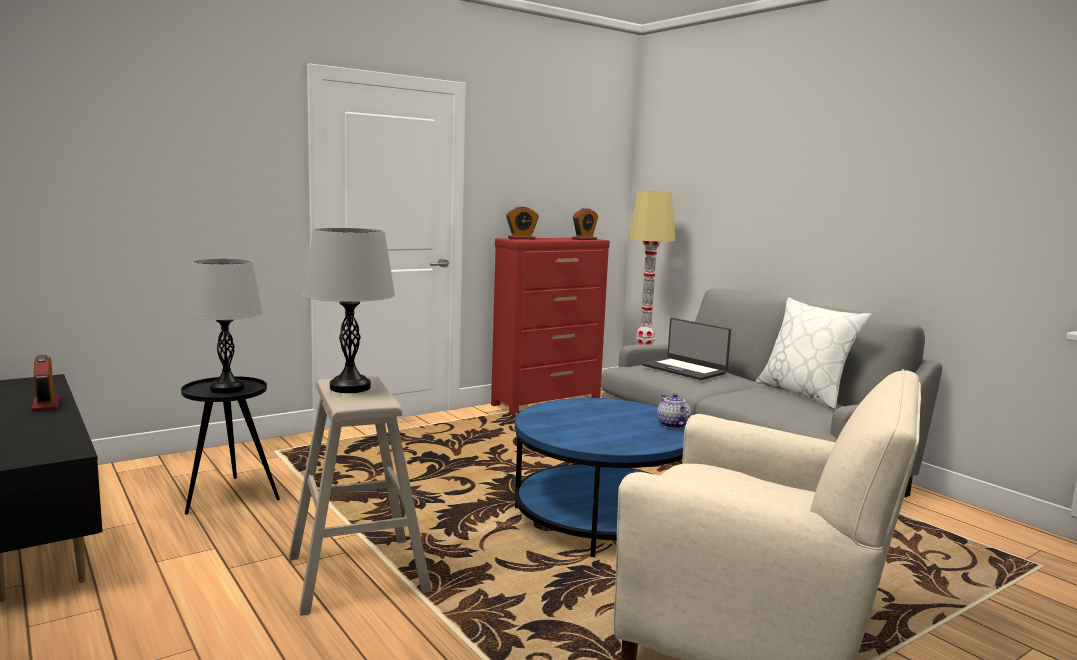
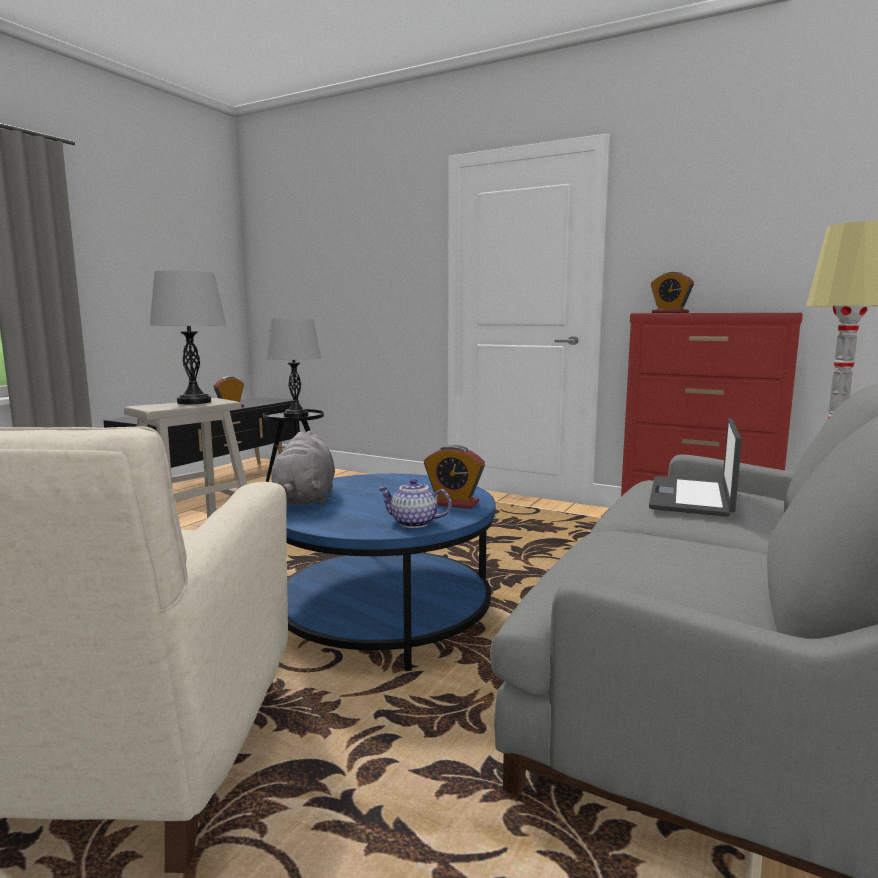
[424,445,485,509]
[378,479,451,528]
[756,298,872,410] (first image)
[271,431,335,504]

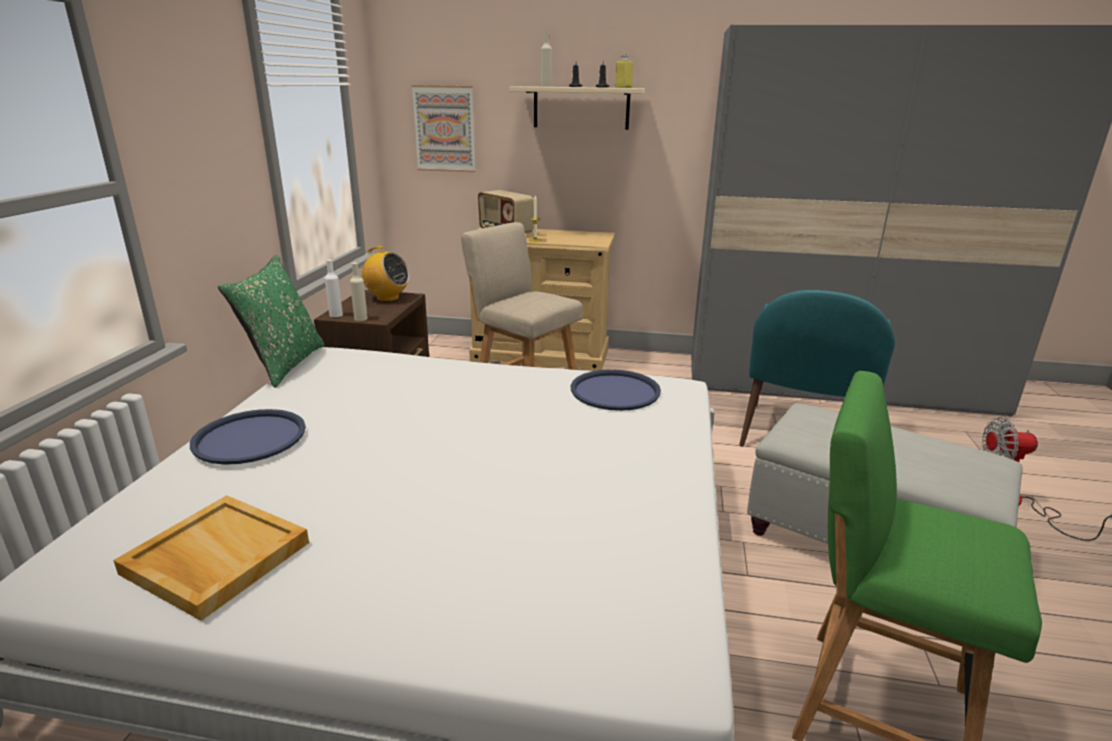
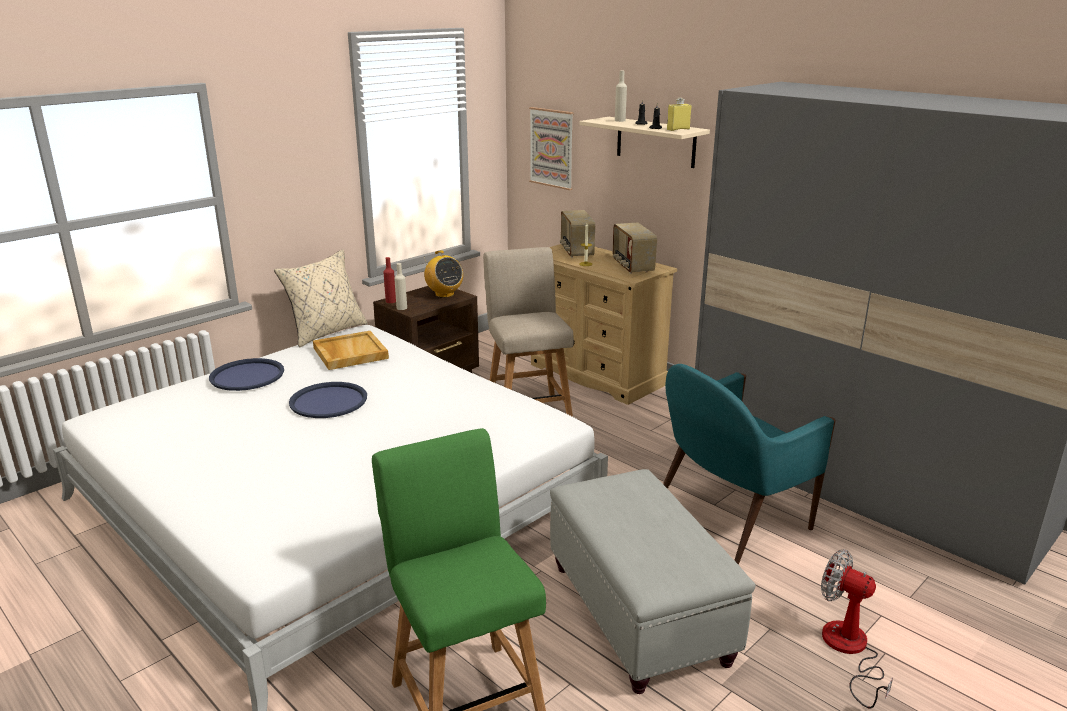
[313,331,389,370]
[274,249,368,347]
[384,257,396,303]
[289,382,367,418]
[613,222,657,274]

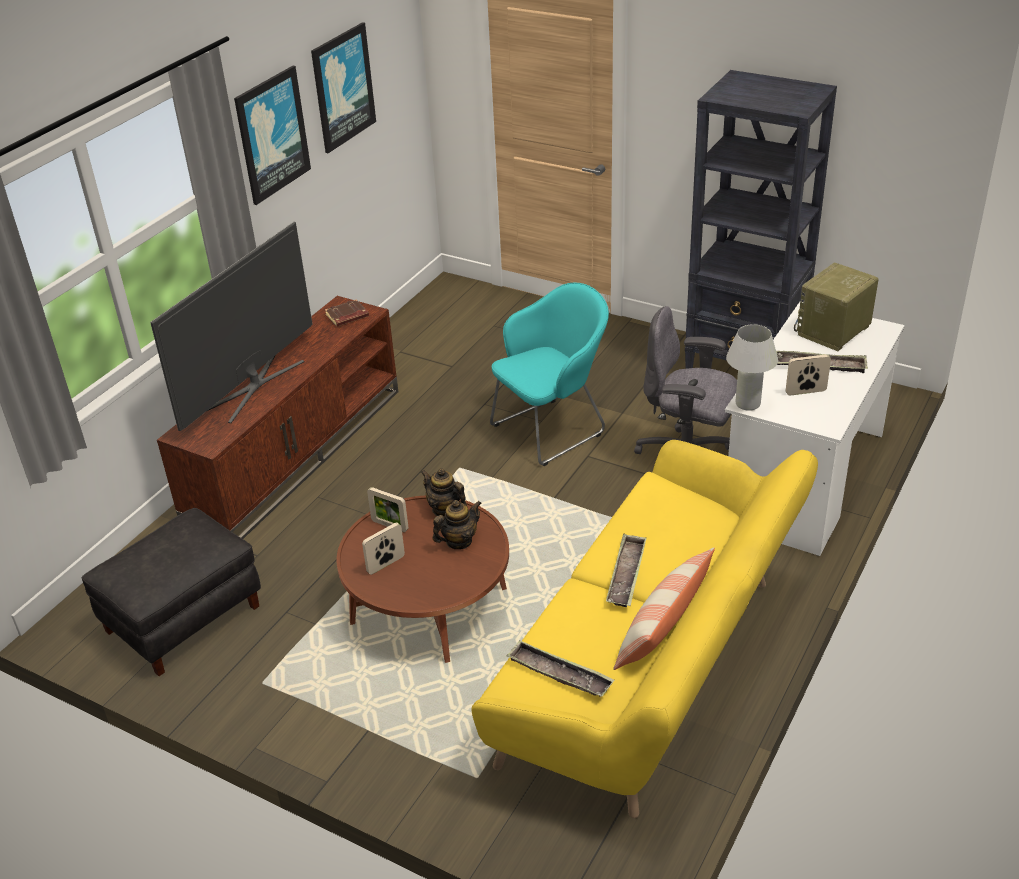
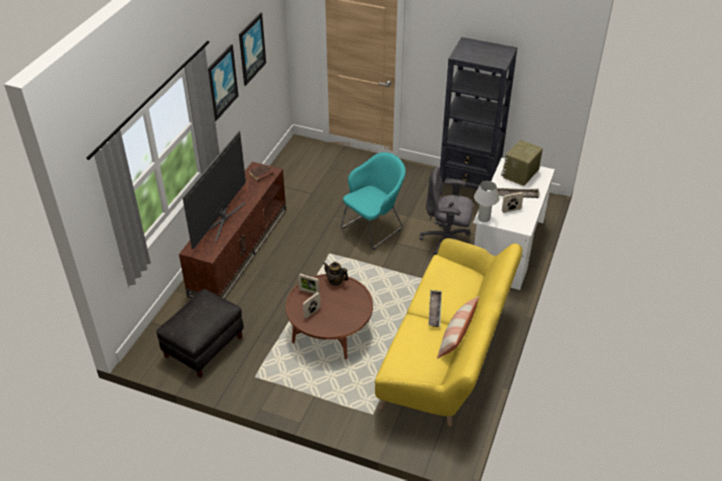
[432,500,482,549] (first image)
[506,640,614,697] (first image)

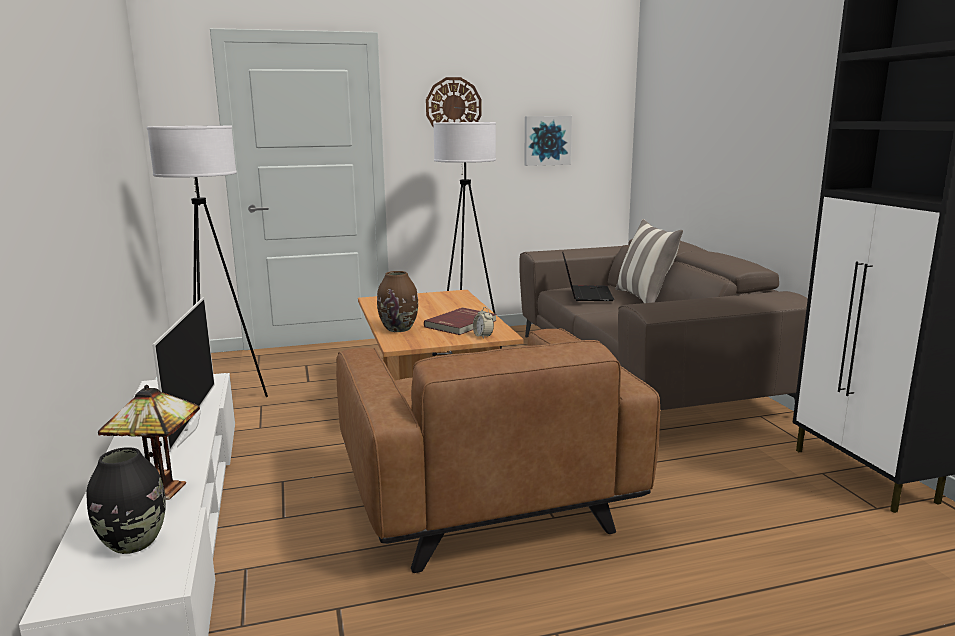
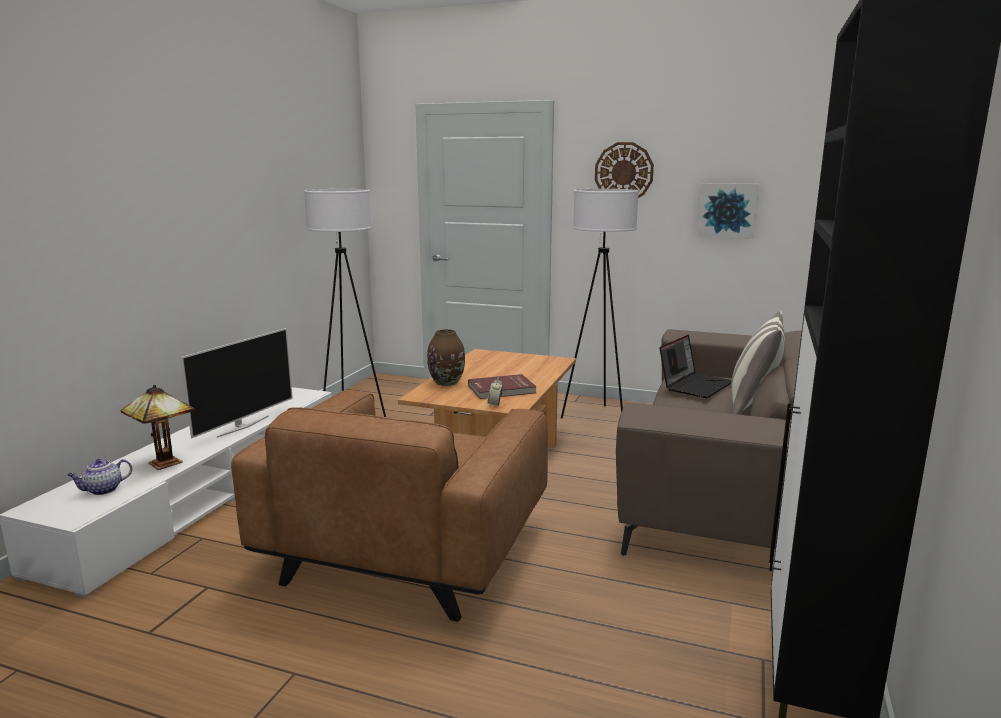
[67,459,132,495]

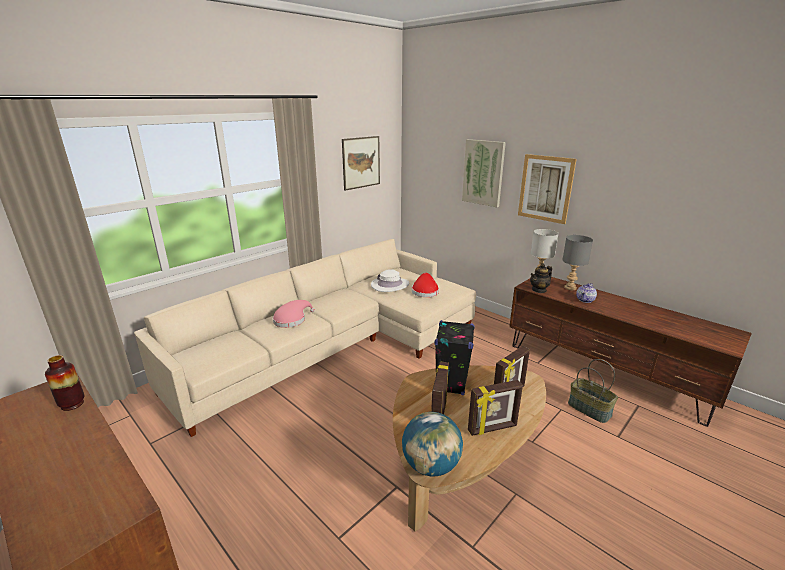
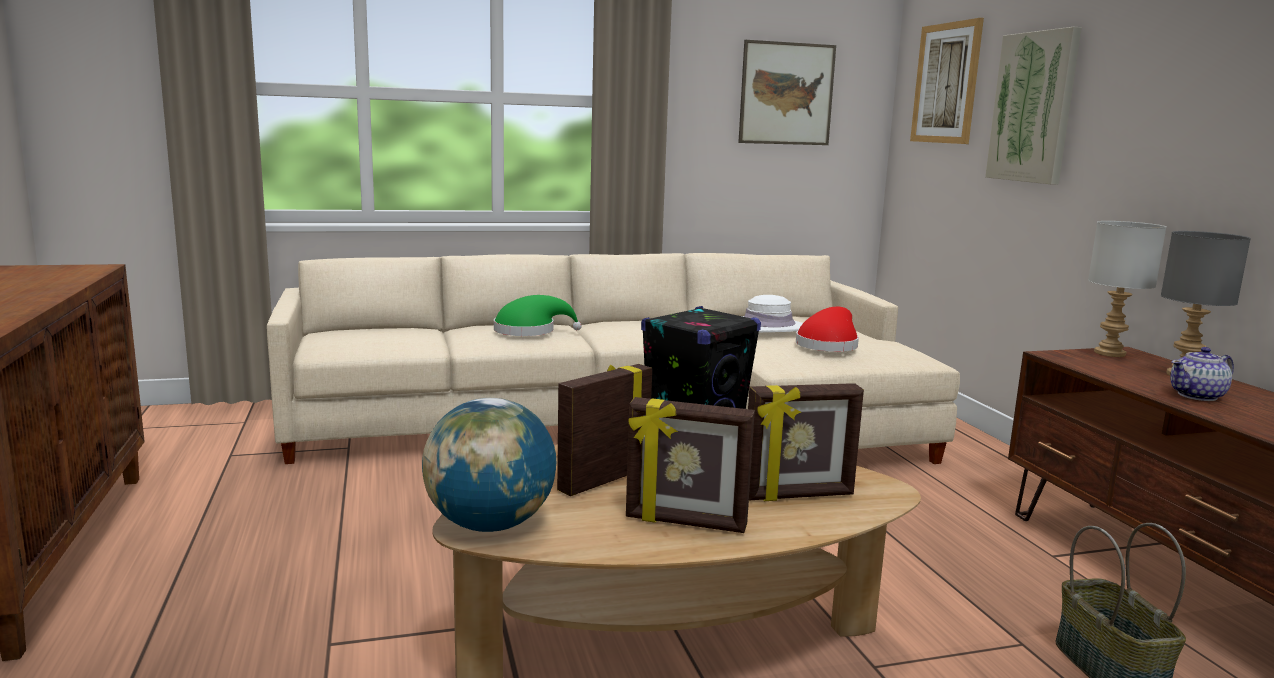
[45,355,84,411] (first image)
[494,295,582,336]
[910,18,984,144]
[530,263,552,293] (first image)

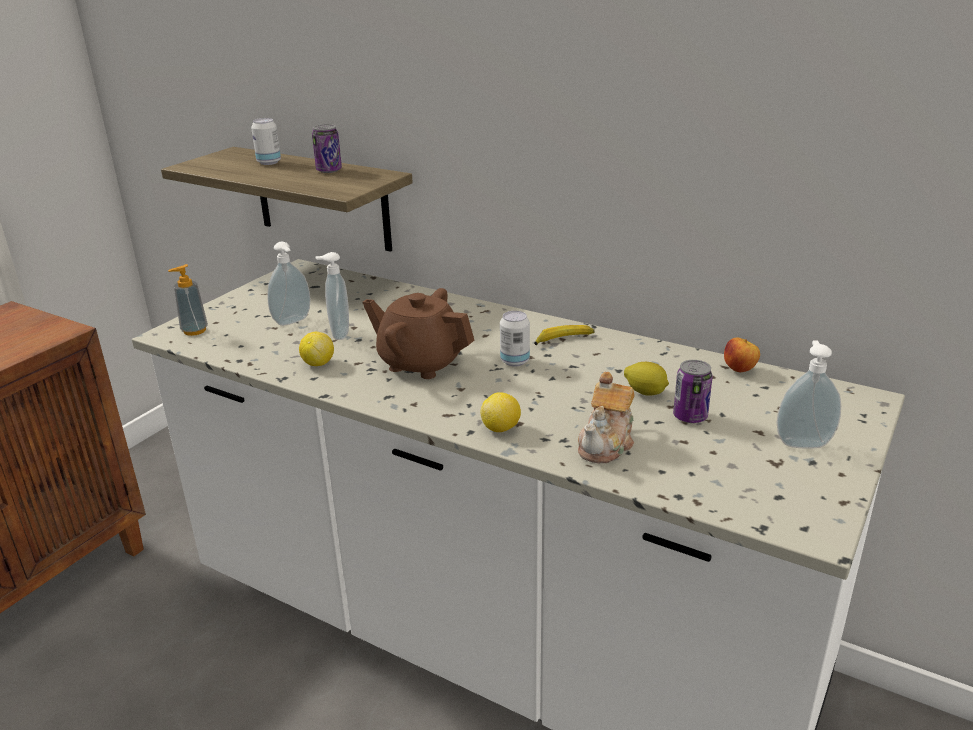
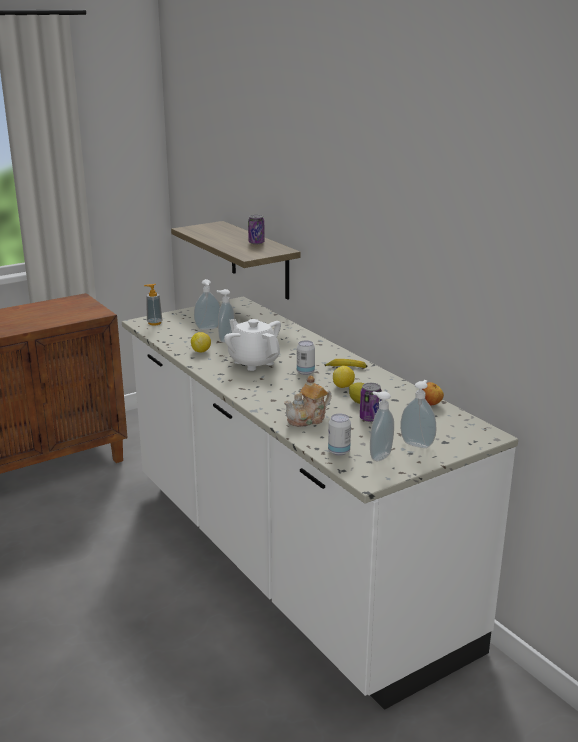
[328,414,351,456]
[224,319,281,371]
[333,366,355,388]
[370,391,394,461]

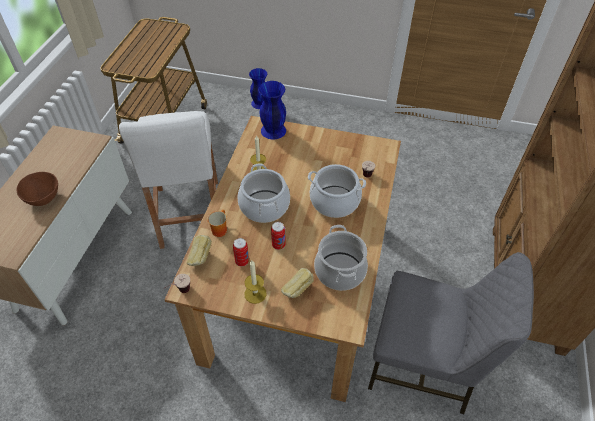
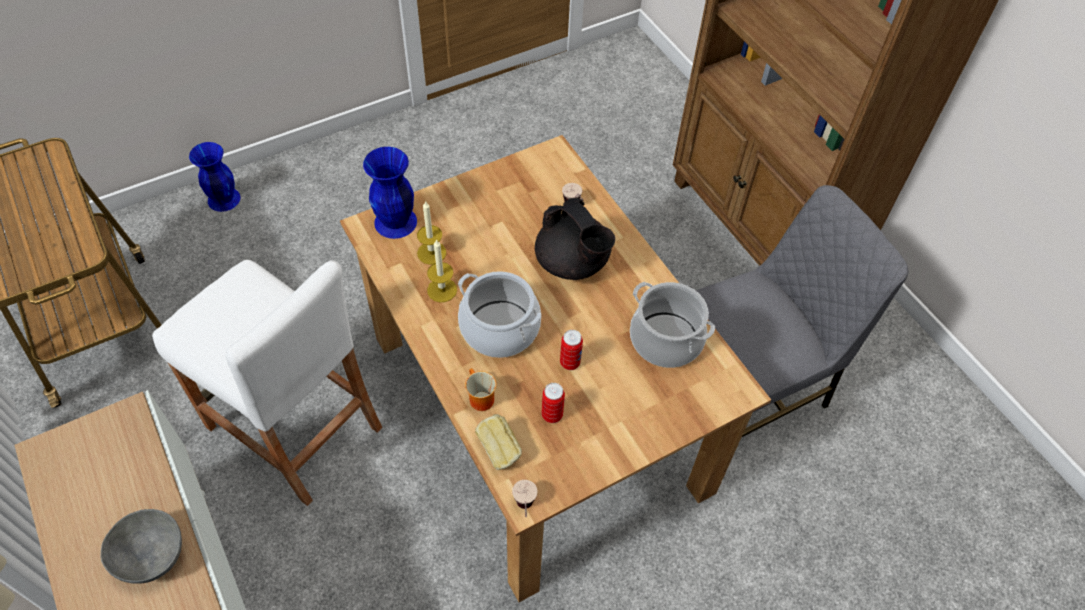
[101,509,182,584]
[417,201,446,265]
[281,268,314,298] (first image)
[535,198,615,280]

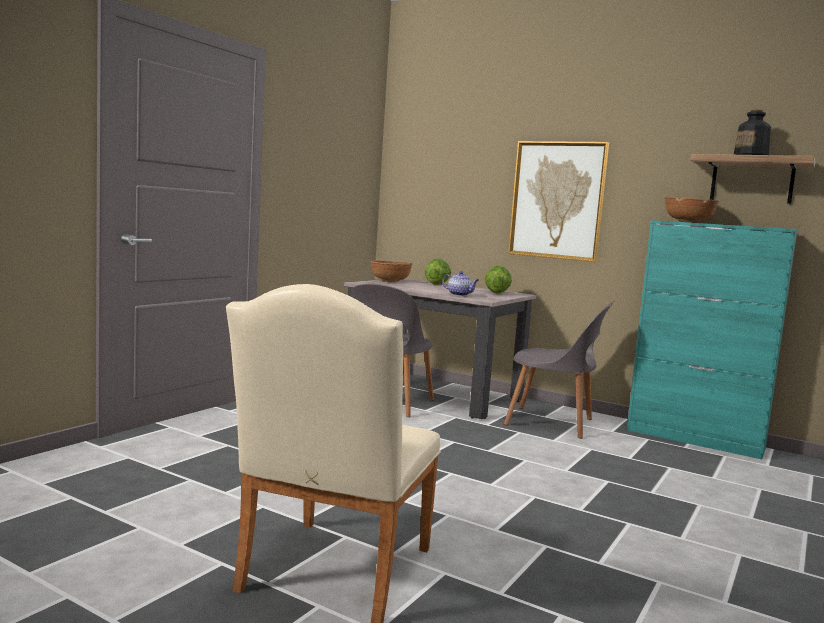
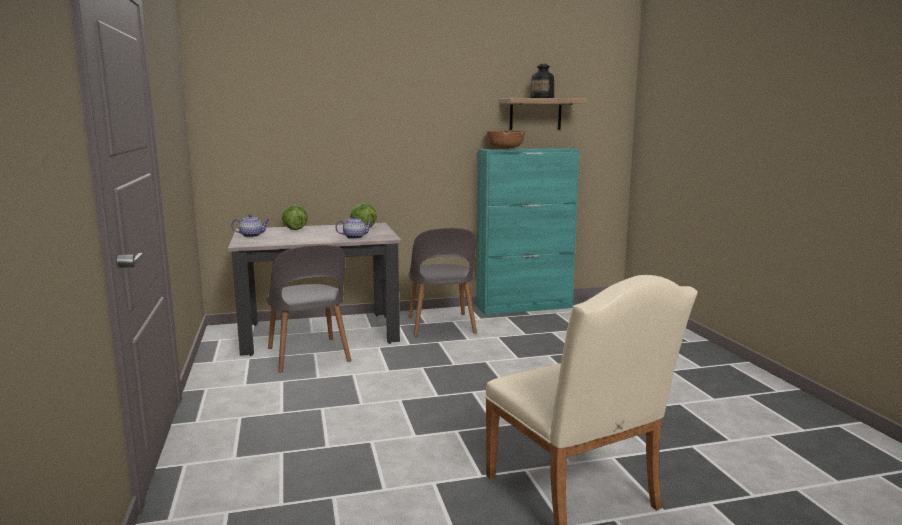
[231,214,269,237]
[409,228,477,337]
[508,141,609,262] (first image)

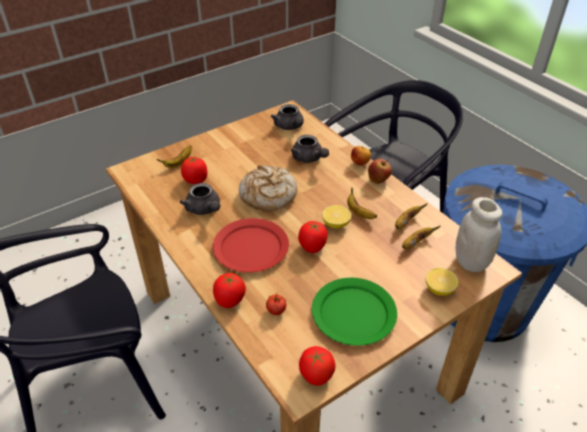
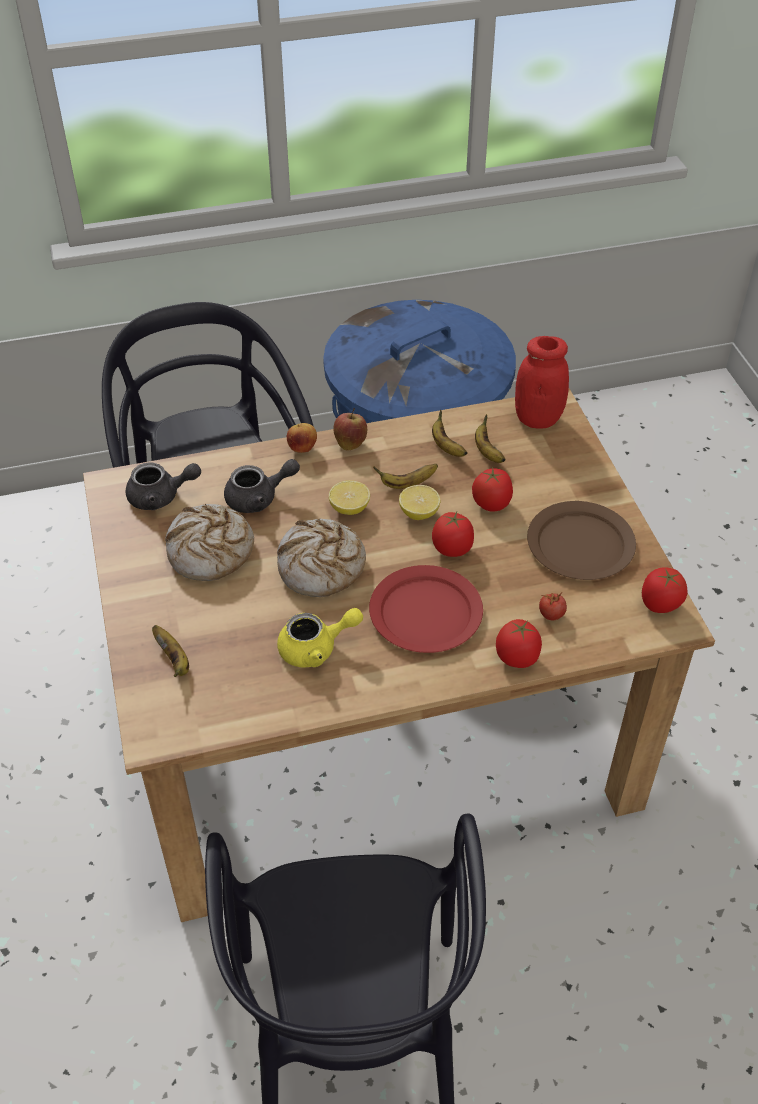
[277,608,363,668]
[472,468,513,512]
[527,501,636,580]
[329,480,370,515]
[515,336,569,429]
[165,504,254,581]

